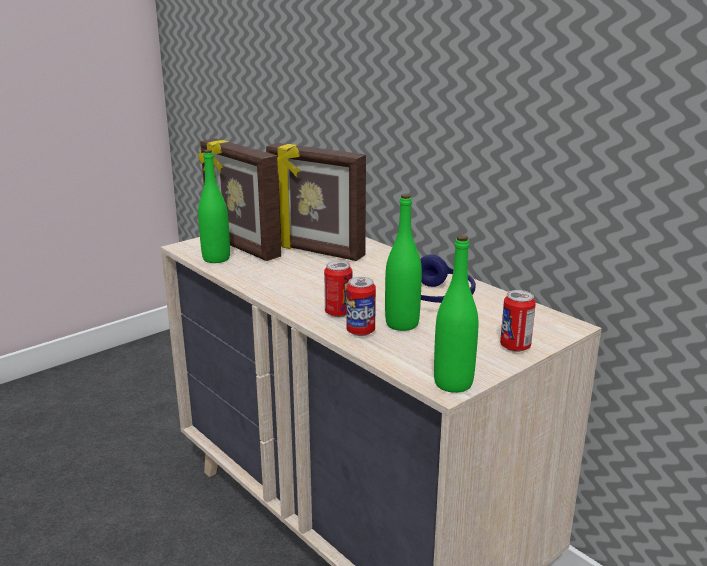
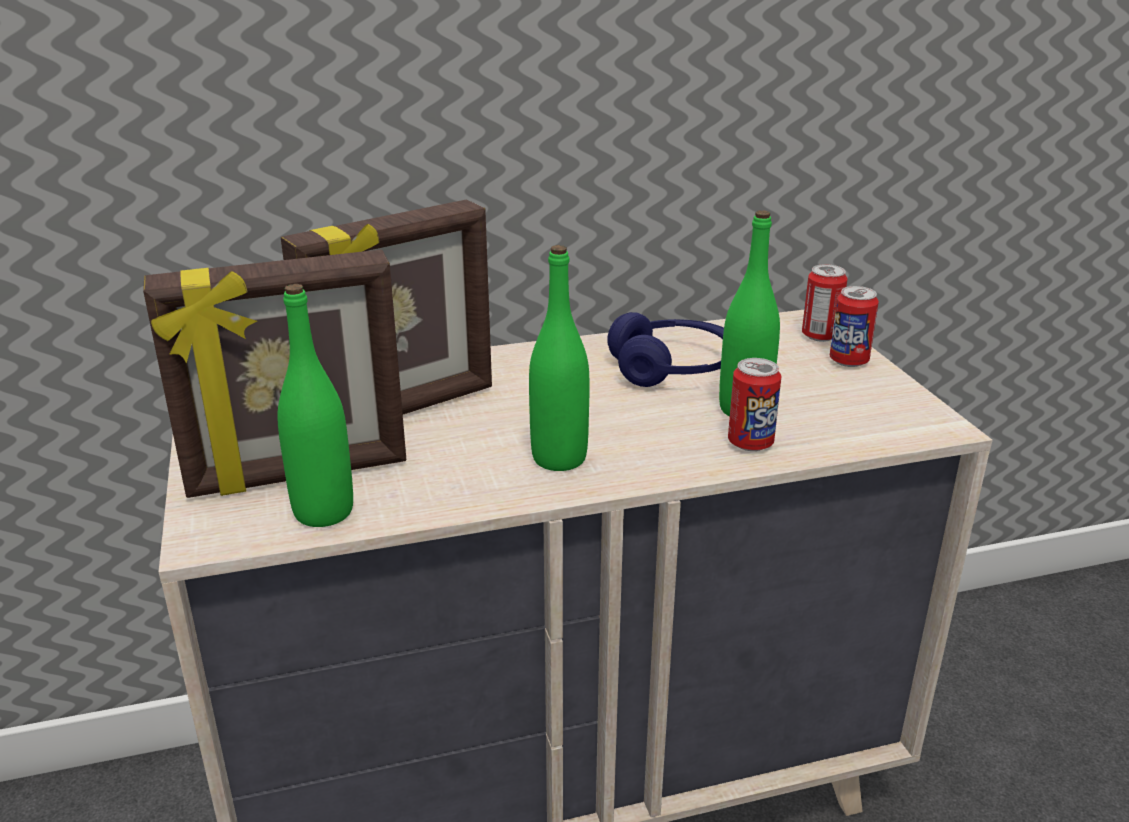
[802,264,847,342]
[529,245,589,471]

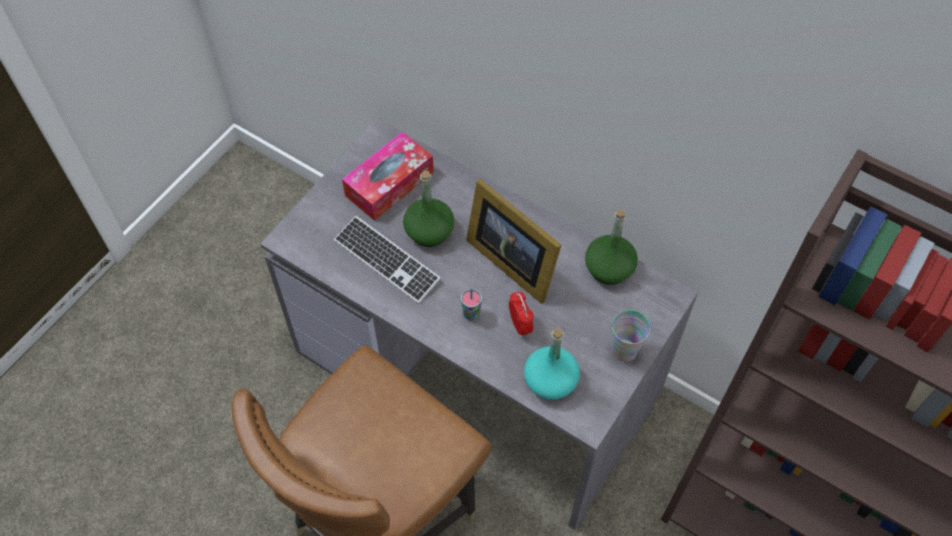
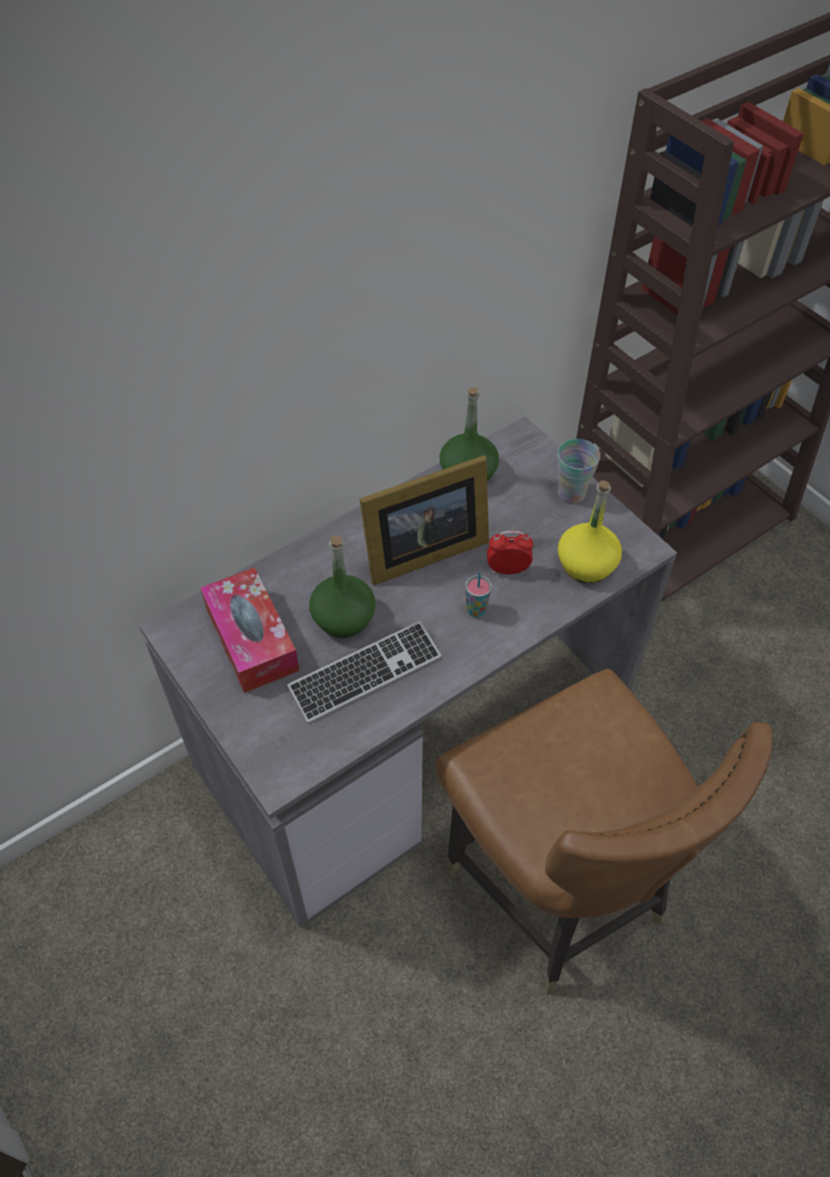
[558,480,622,583]

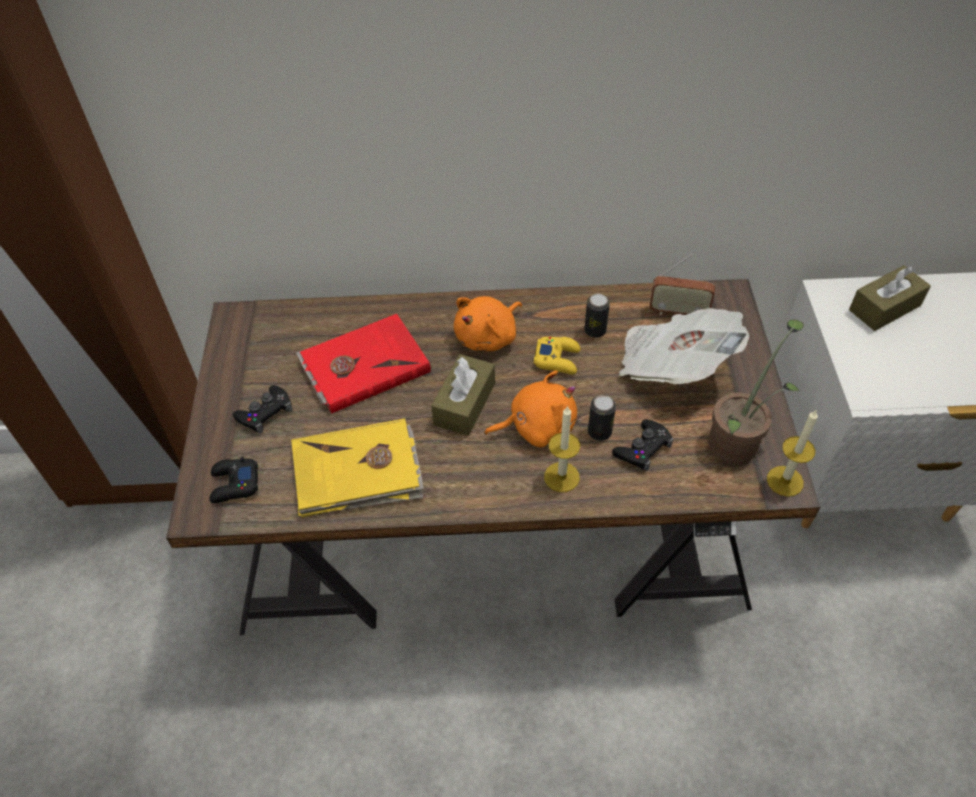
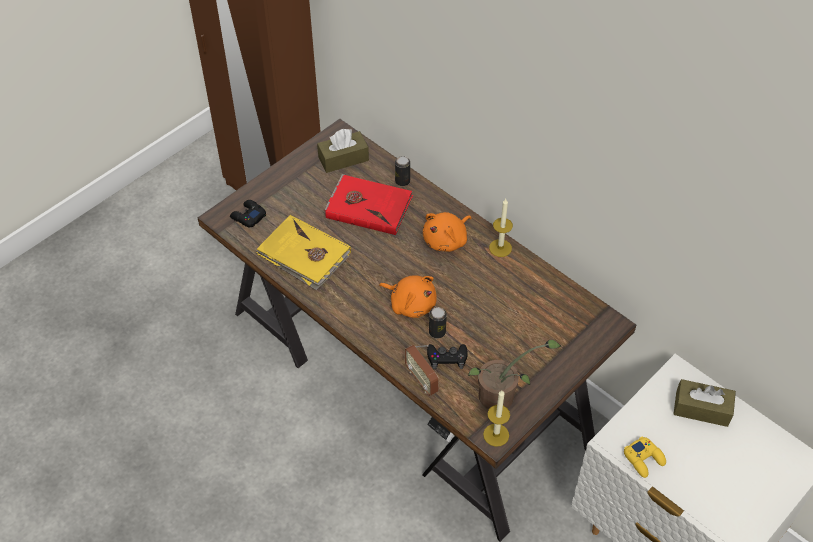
[233,385,292,433] (first image)
[317,129,369,173]
[423,212,471,252]
[624,436,666,478]
[489,199,513,257]
[395,156,410,186]
[619,307,749,384] (first image)
[405,345,439,396]

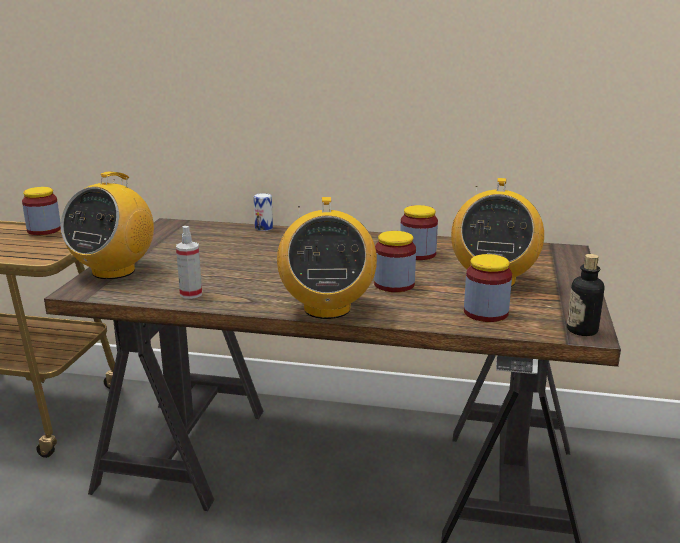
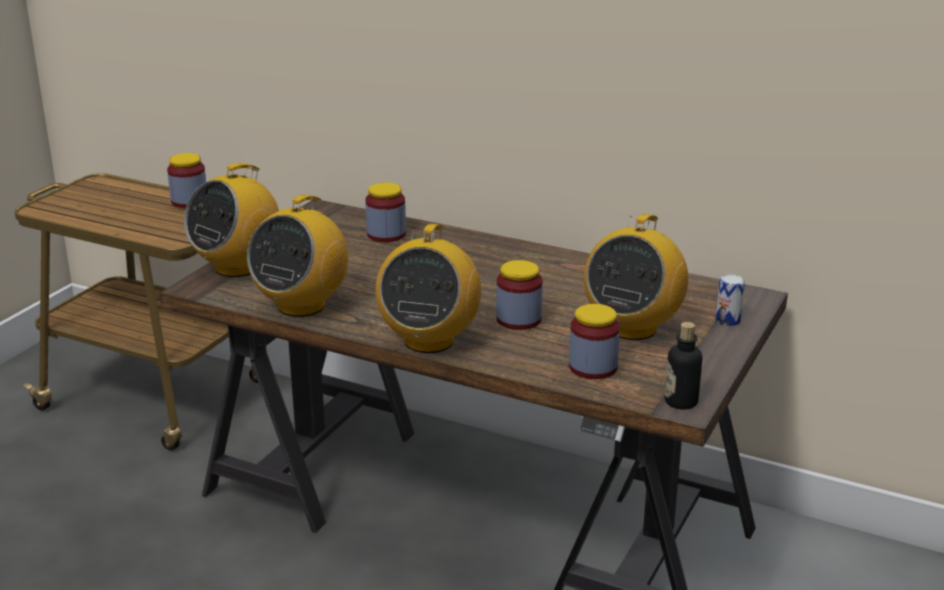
[247,195,349,317]
[716,274,745,327]
[365,182,406,242]

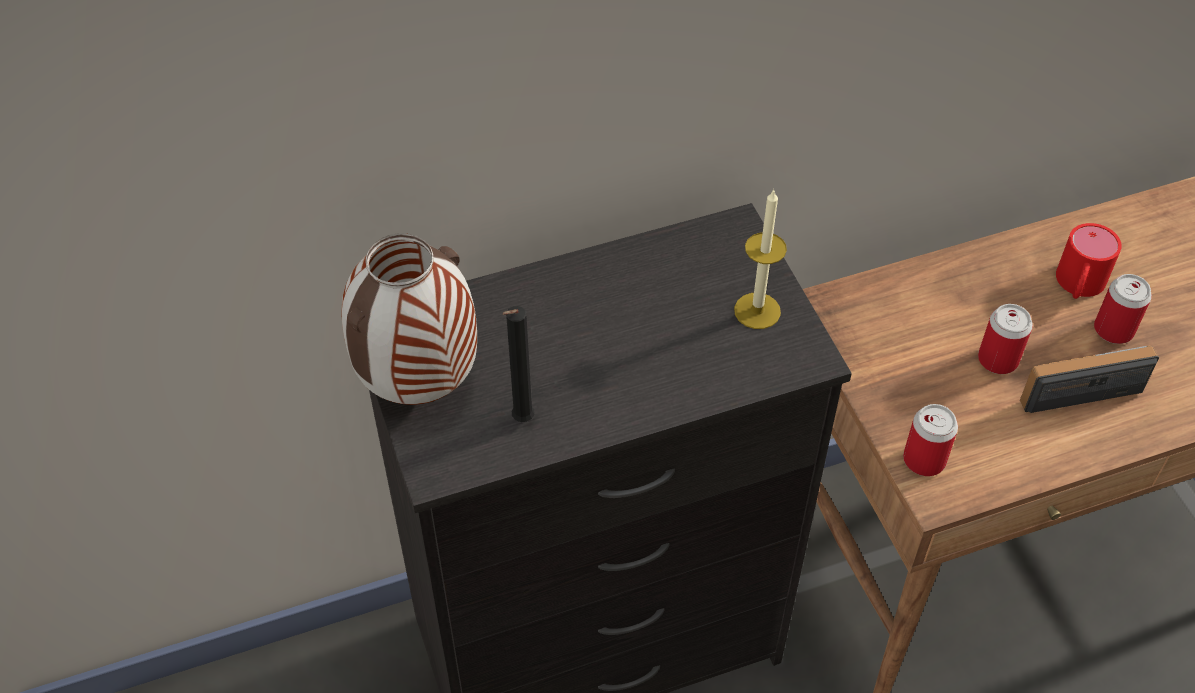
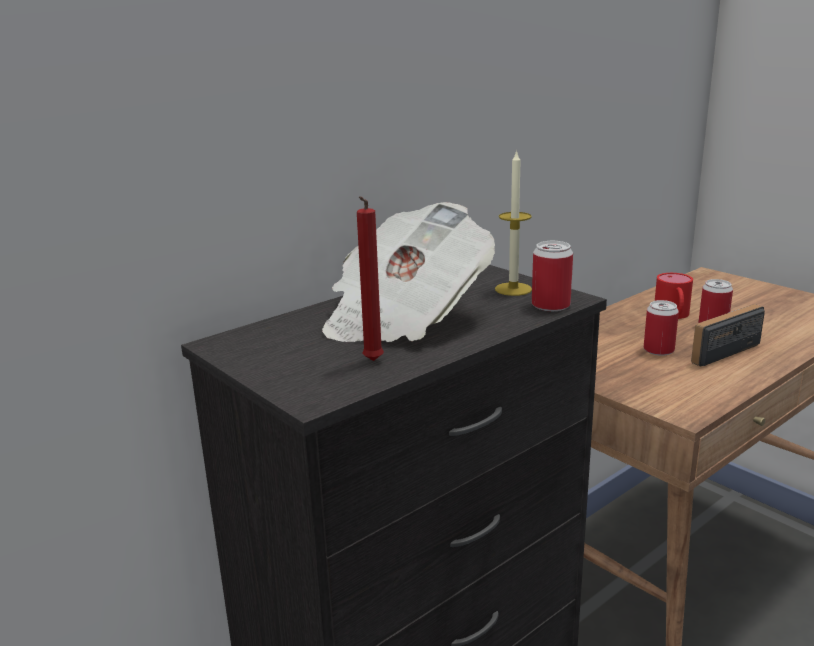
[342,233,477,405] (first image)
[357,196,384,361]
[532,241,573,311]
[322,202,495,342]

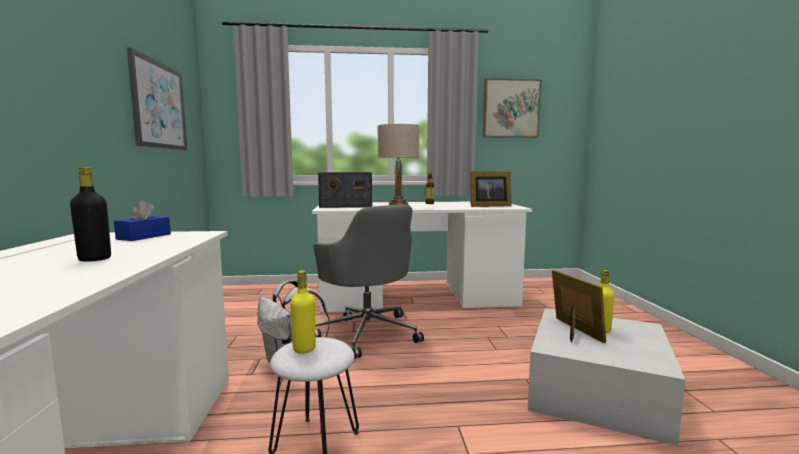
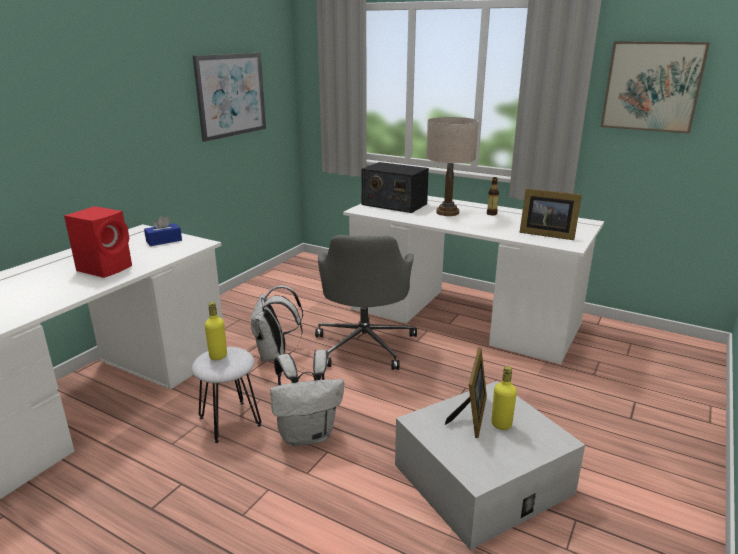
[64,206,132,278]
[270,350,344,447]

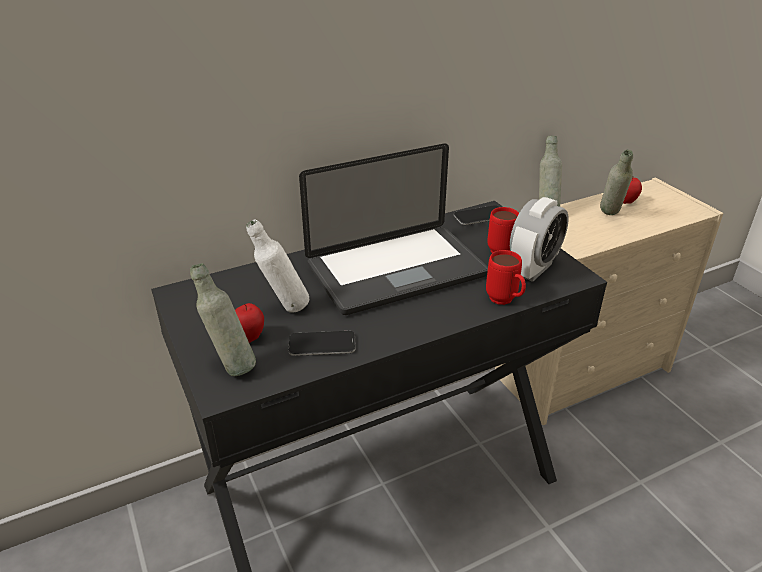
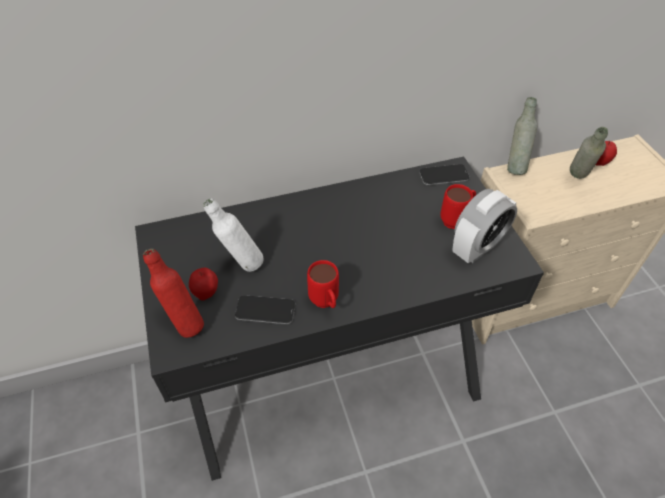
[143,249,204,338]
[299,144,488,315] (first image)
[307,260,339,308]

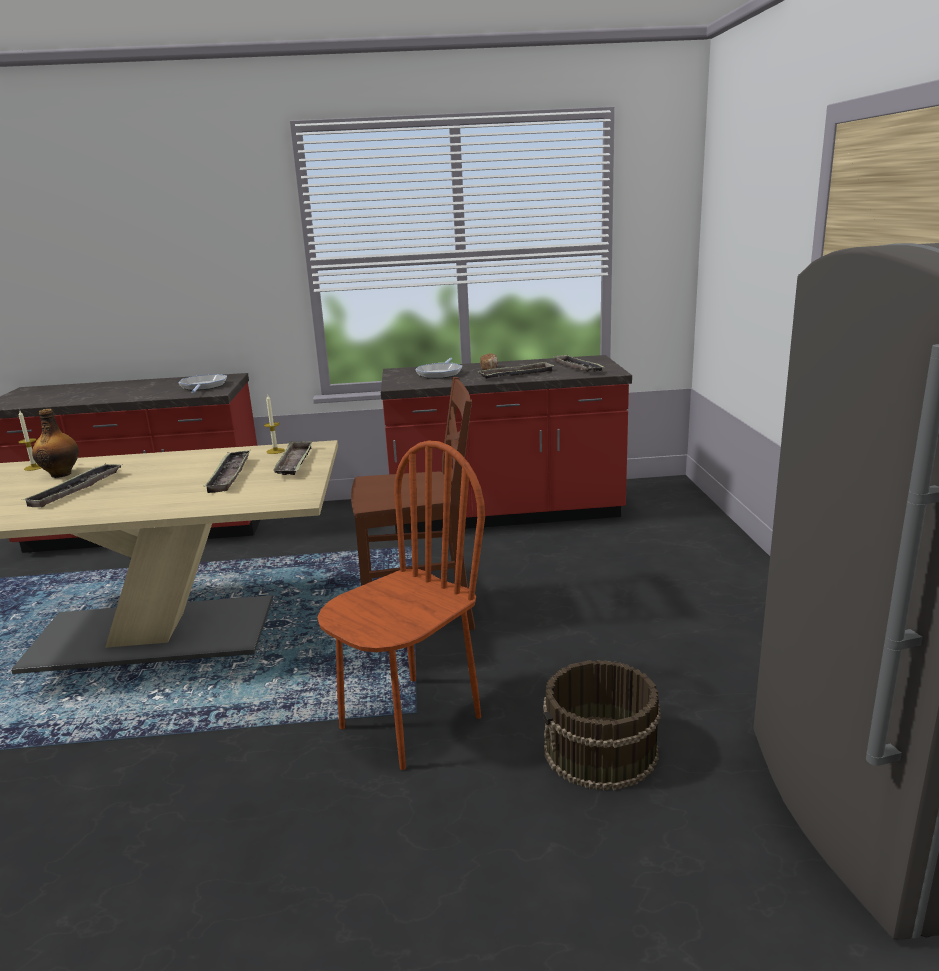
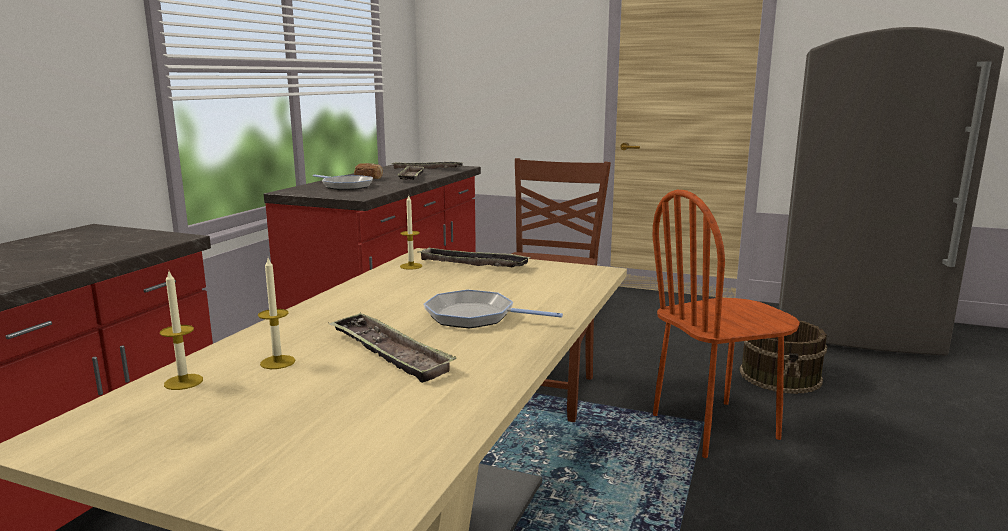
[258,258,295,369]
[424,290,563,328]
[204,450,250,493] (first image)
[653,190,800,458]

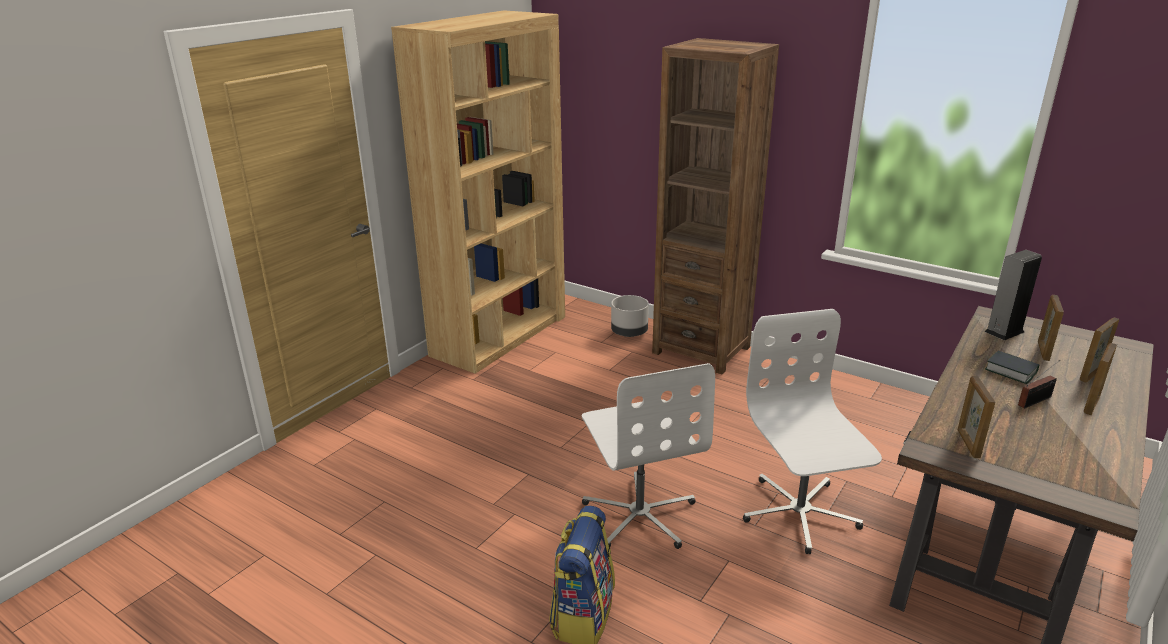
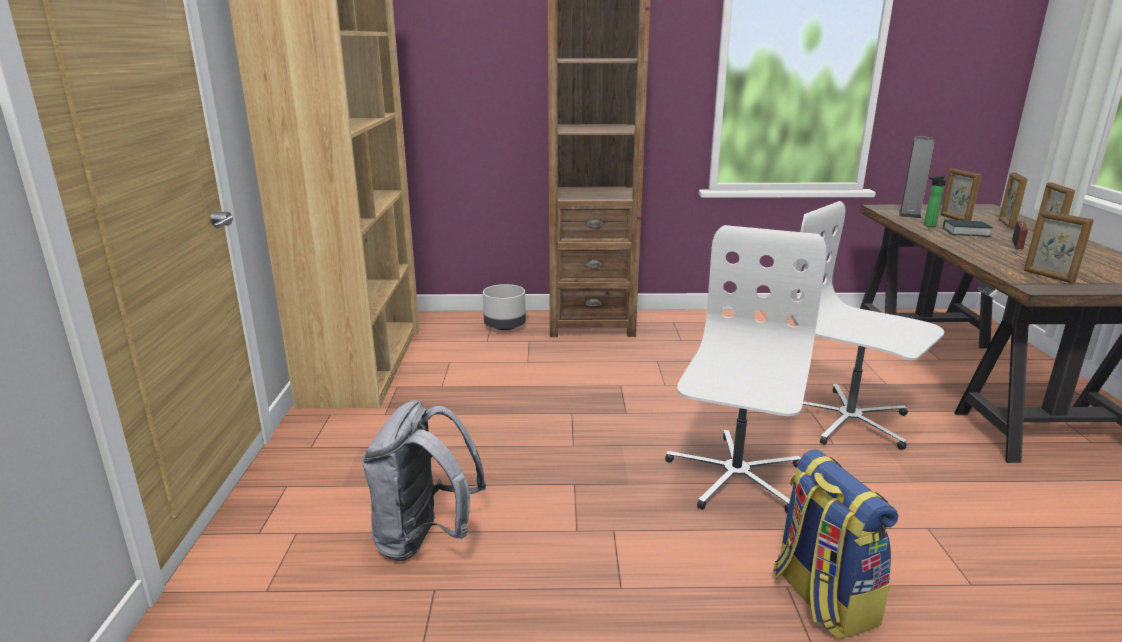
[665,225,827,513]
[362,400,486,561]
[924,175,946,227]

